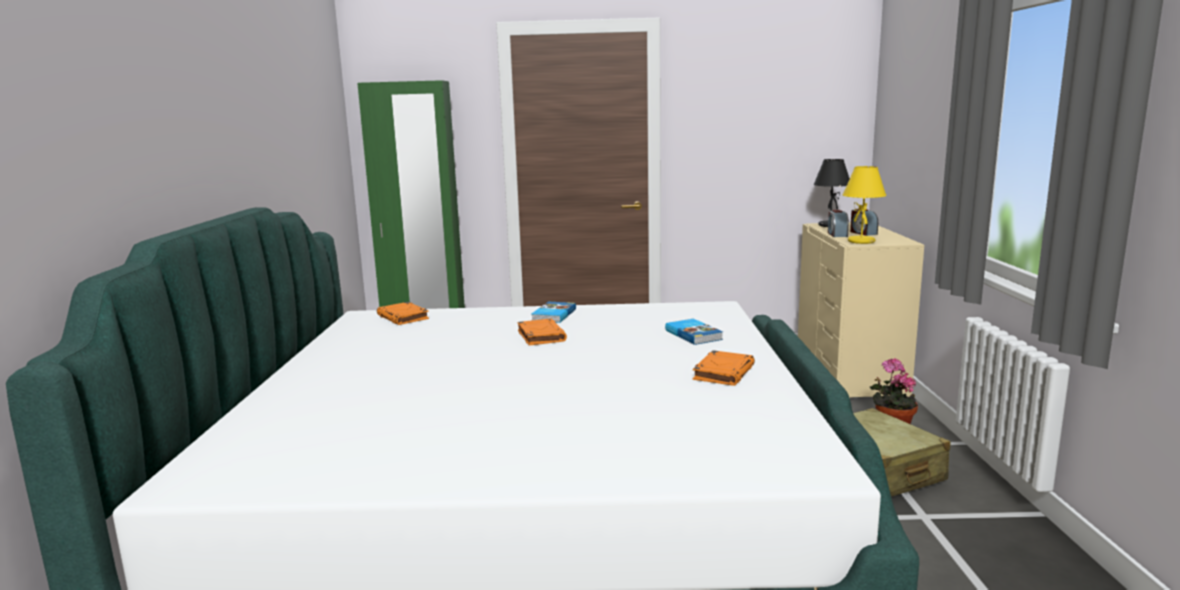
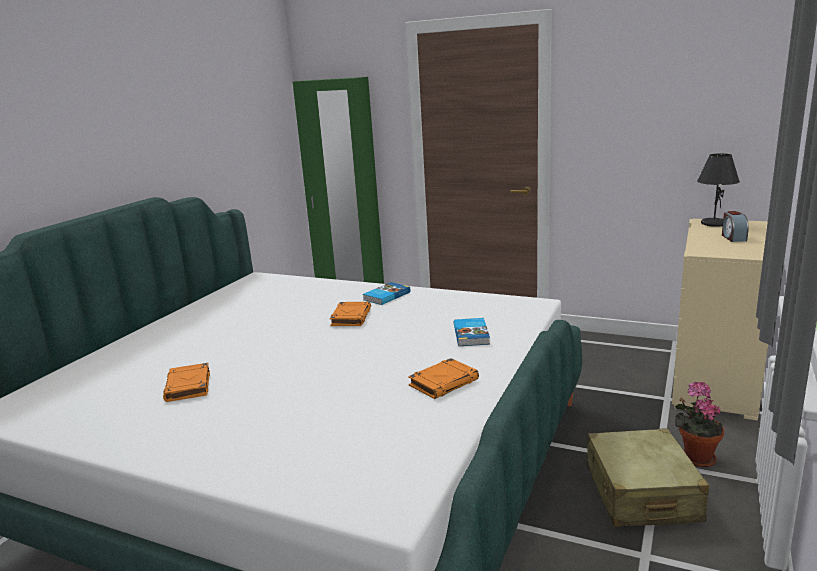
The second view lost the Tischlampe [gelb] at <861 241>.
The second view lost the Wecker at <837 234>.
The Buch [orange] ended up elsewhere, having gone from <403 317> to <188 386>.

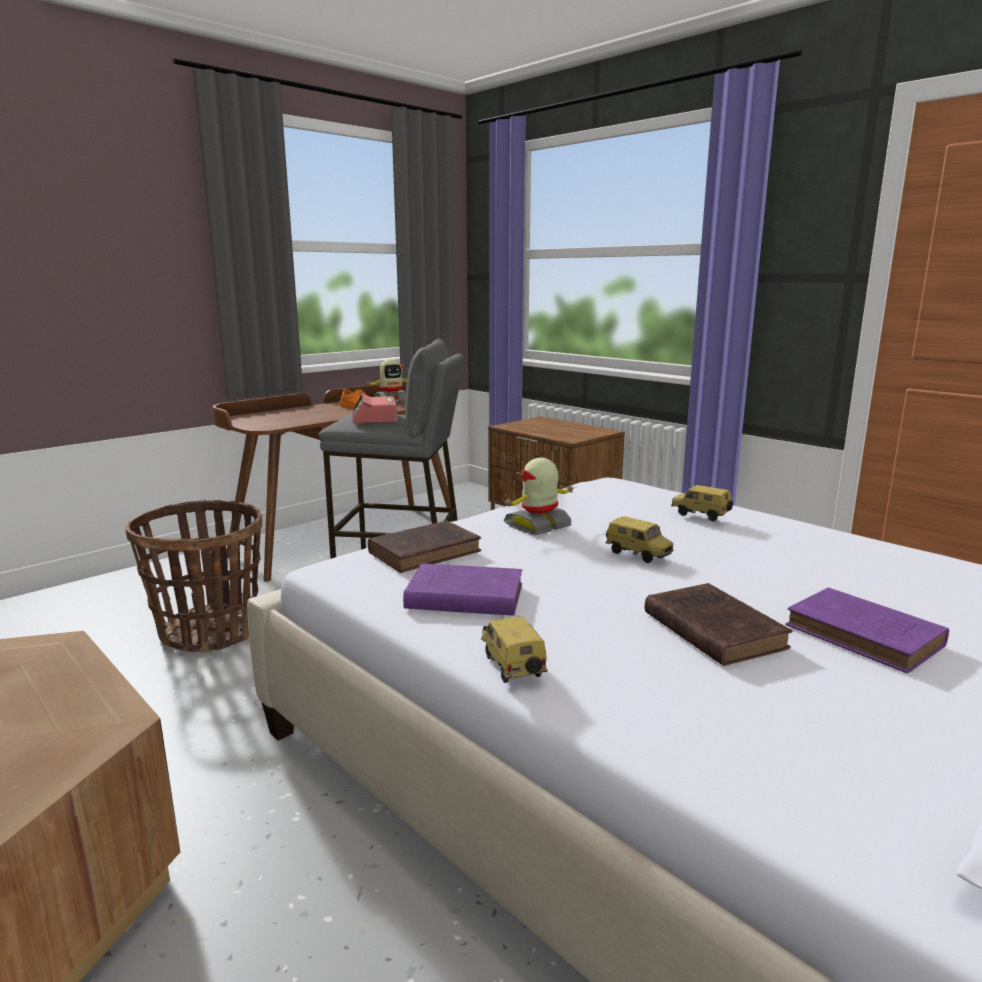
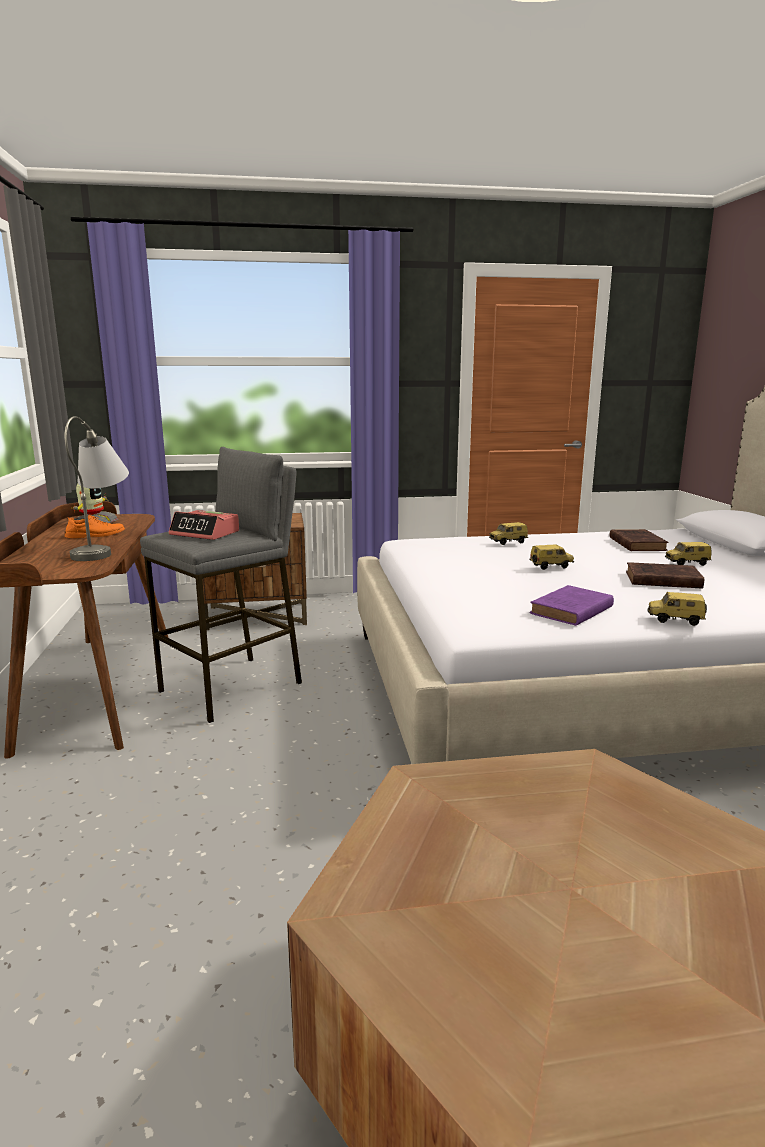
The second view lost the Spielzeugroboter at <538 526>.
The second view lost the Korb at <210 632>.
The Buch [braun] ended up elsewhere, having gone from <427 551> to <636 544>.
Where the Buch [lila] stood at <867 637>, the Spielzeugauto came to stand at <687 564>.
The second view gained the Tischlampe [grau] at <104 549>.

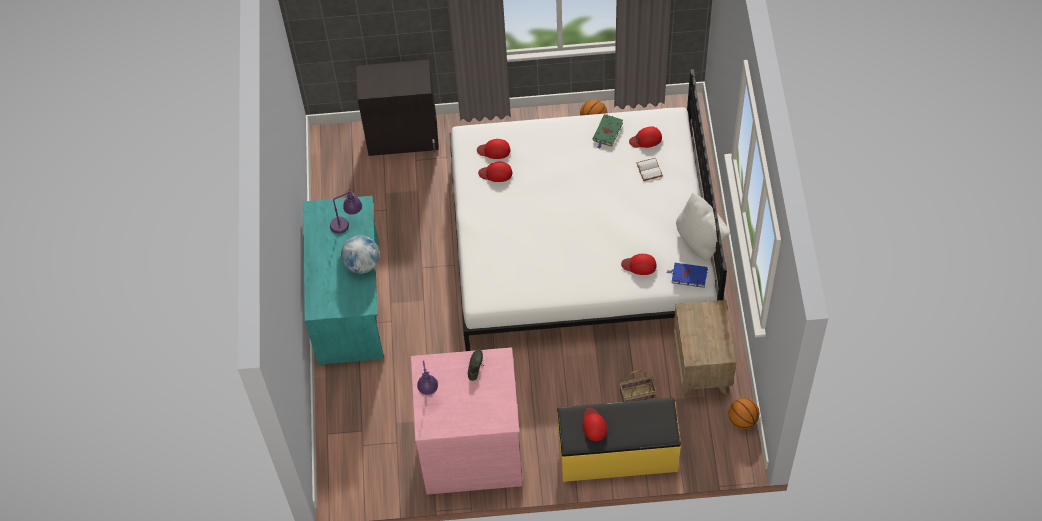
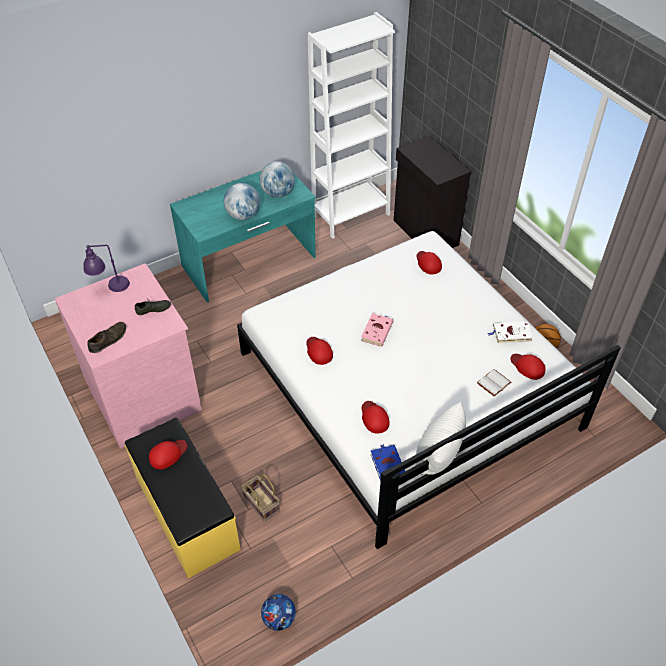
What was the Buch [grün] at <607 132> turned into the Buch [weiß] at <510 334>.
The Kappe [rot] ended up elsewhere, having gone from <496 173> to <318 351>.
Where the Tischlampe [lila] stood at <348 224>, the Globus came to stand at <278 193>.
The second view lost the Nachttisch [braun] at <701 368>.
Where the Basketball stood at <742 420>, the Fußball came to stand at <279 619>.
The second view gained the Bücherregal [weiß] at <351 215>.
The second view gained the Buch [rosa] at <377 331>.
The second view gained the Schuh [braun] at <108 340>.

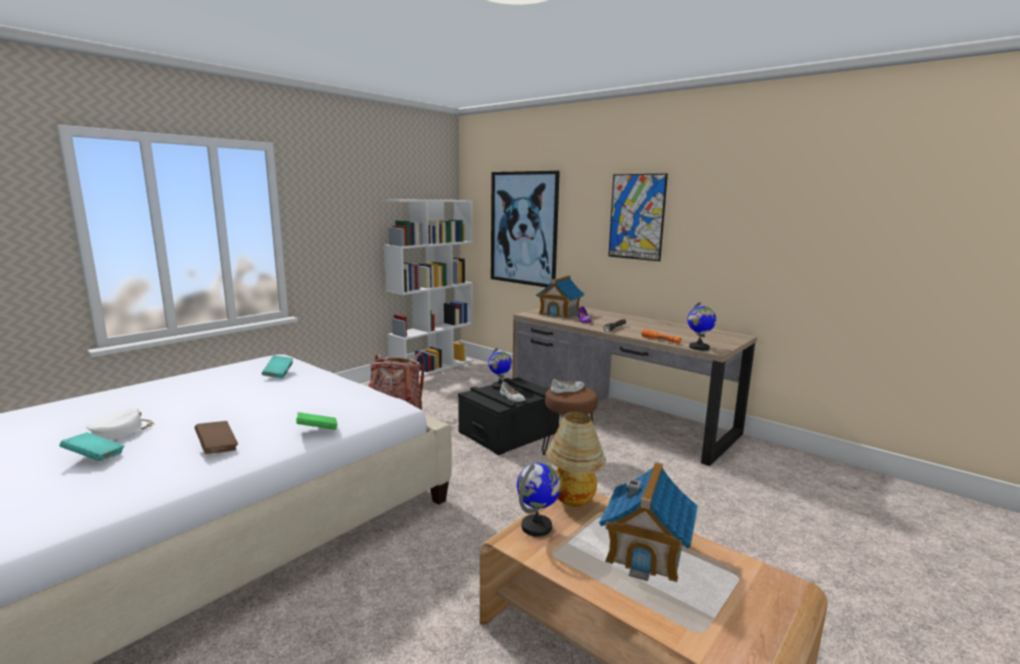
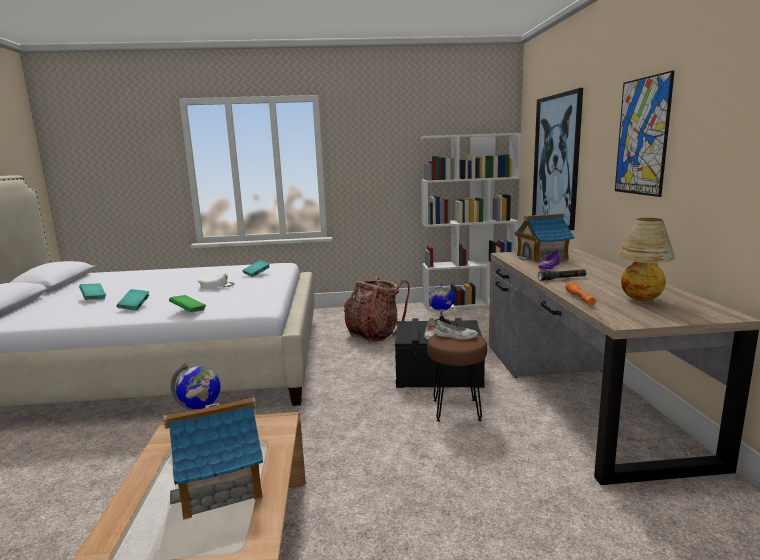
The second view lost the Globus at <698 347>.
The Kappe [weiß] ended up elsewhere, having gone from <122 430> to <217 286>.
The Tischlampe ended up elsewhere, having gone from <572 502> to <641 300>.
What was the Buch [braun] at <217 447> turned into the Buch [türkis] at <134 307>.

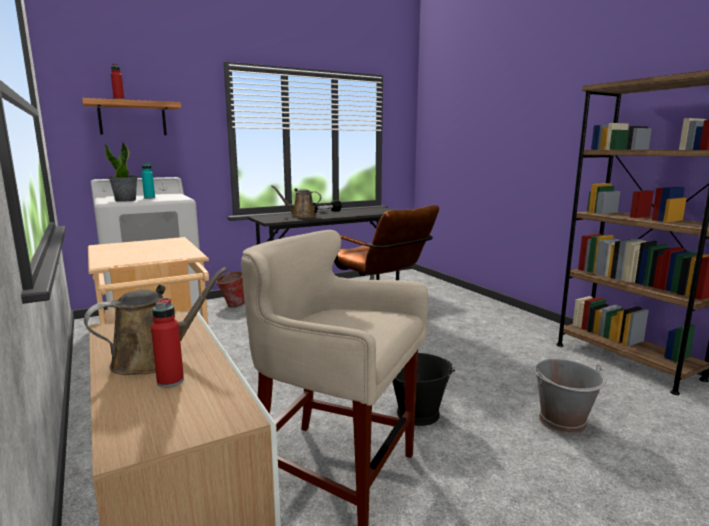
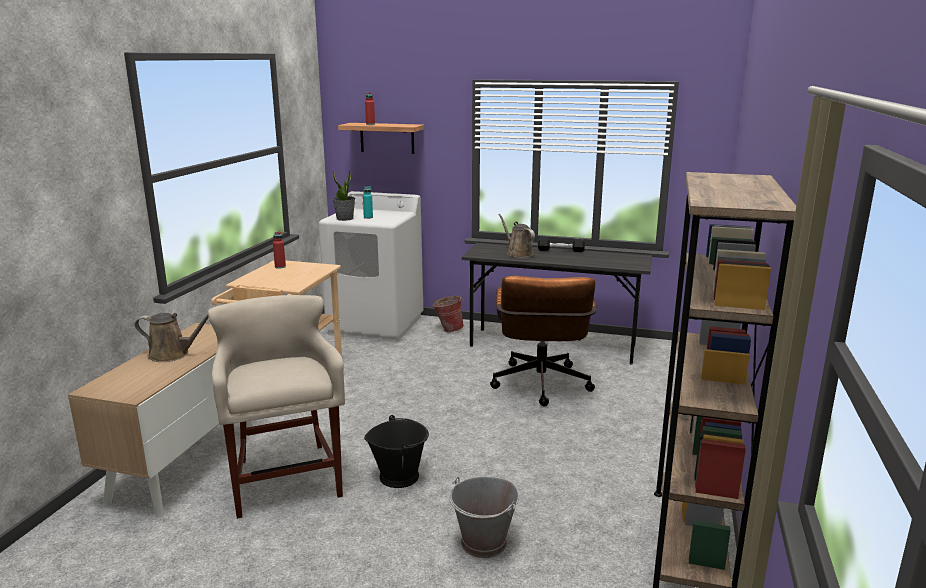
The Flasche [rot] ended up elsewhere, having gone from <170 381> to <280 267>.

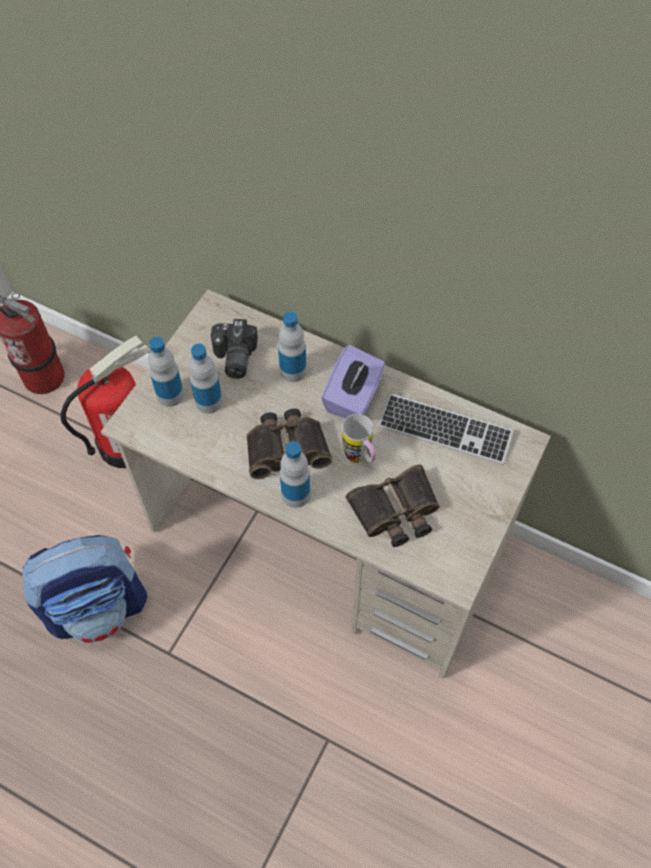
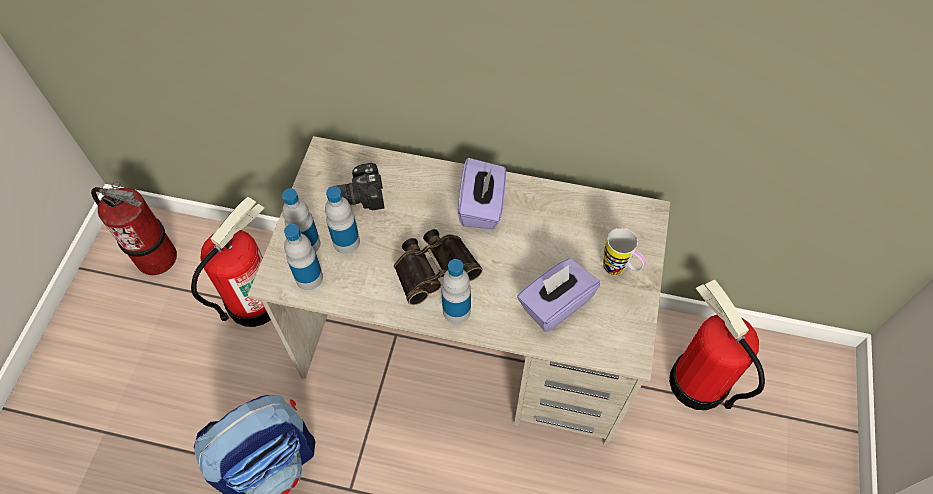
The Flasche ended up elsewhere, having gone from <293 371> to <309 277>.
The Kamera at <233 358> ended up facing another way, 90 degrees clockwise from before.
The second view lost the Tastatur at <444 430>.
The Henkelbecher ended up elsewhere, having gone from <360 459> to <619 270>.
Where the Fernglas stood at <396 512>, the Taschentuchbox [lila] came to stand at <555 304>.
The second view gained the Feuerlöscher at <697 382>.

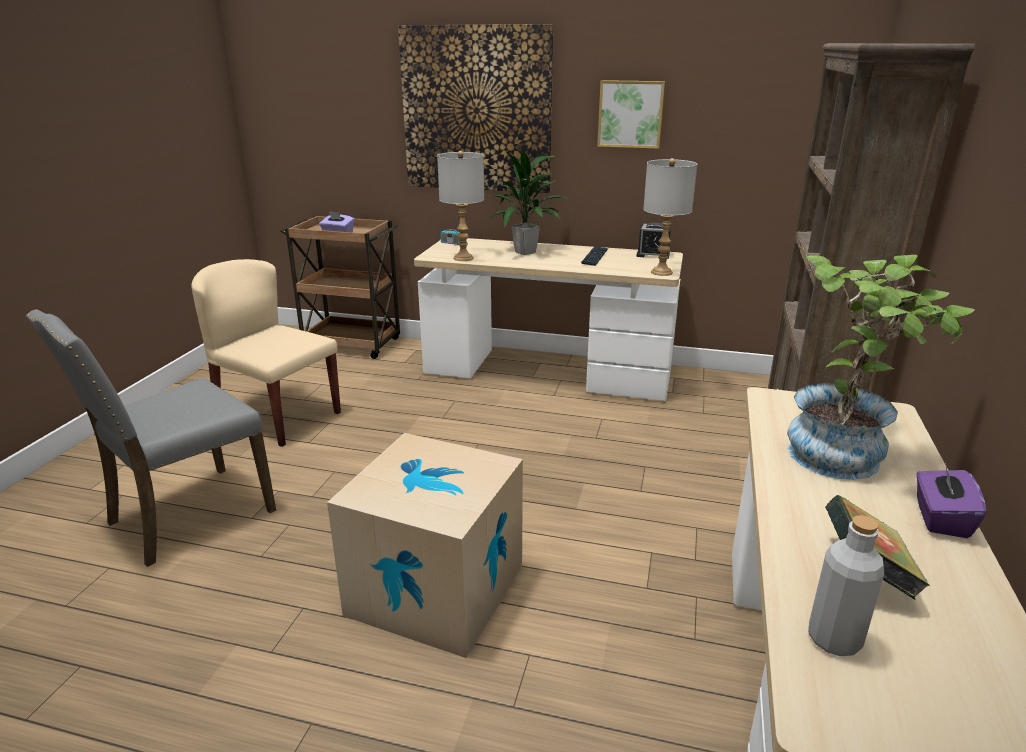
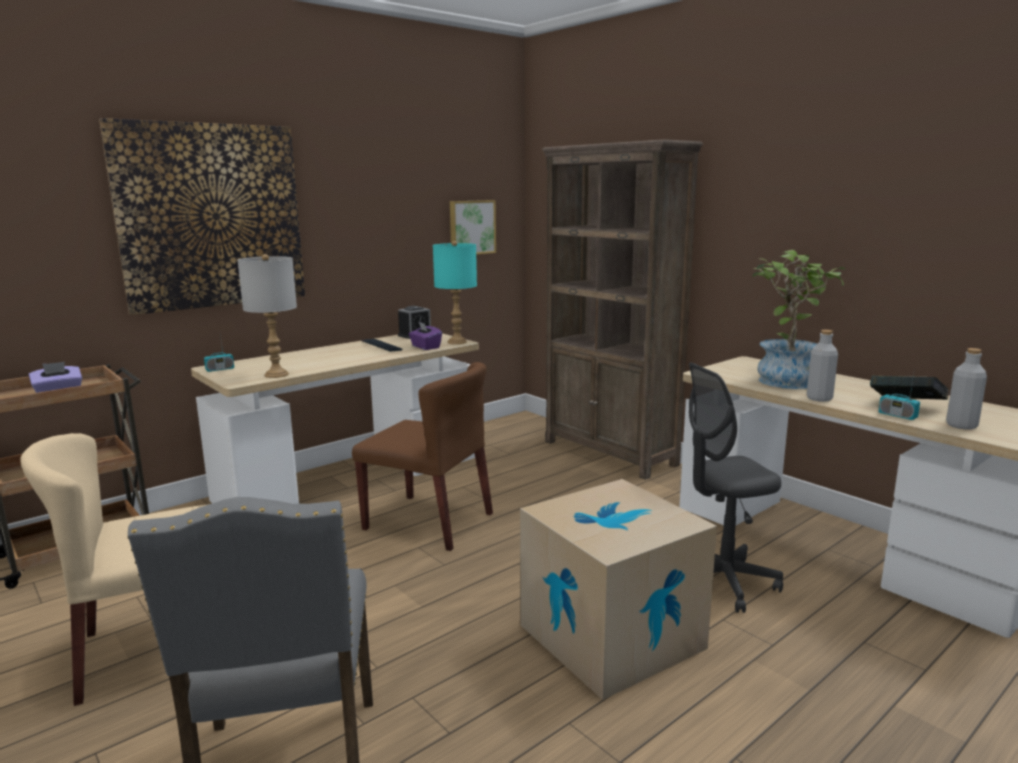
The Bild ended up elsewhere, having gone from <630 114> to <471 227>.
The second view lost the Topfpflanze at <526 252>.
What was the Tischlampe [grau] at <661 272> turned into the Tischlampe [türkis] at <456 342>.
The Taschentuchbox [lila] ended up elsewhere, having gone from <940 518> to <425 347>.
The second view gained the Flasche [grau] at <819 398>.
The second view gained the Stuhl [braun] at <429 521>.
The second view gained the Bürostuhl [grau] at <722 582>.
The second view gained the Radio at <897 416>.

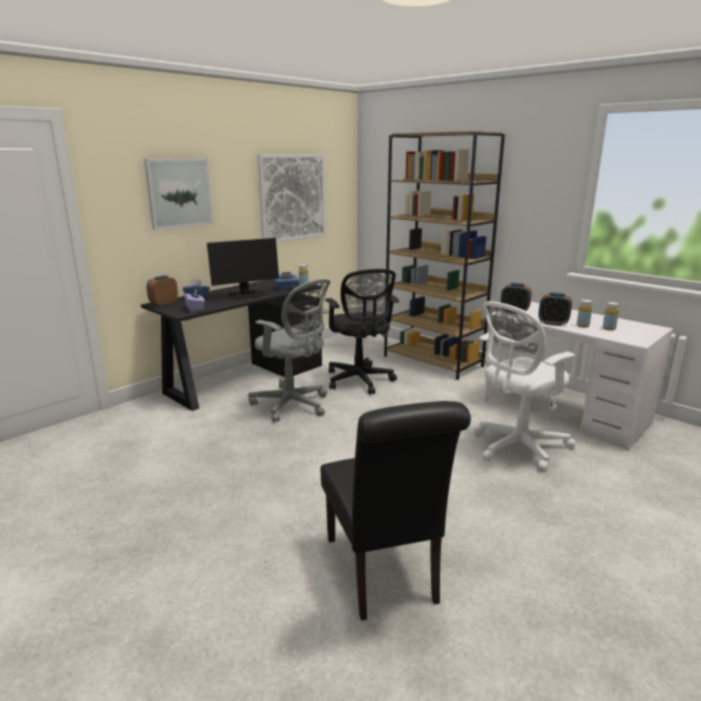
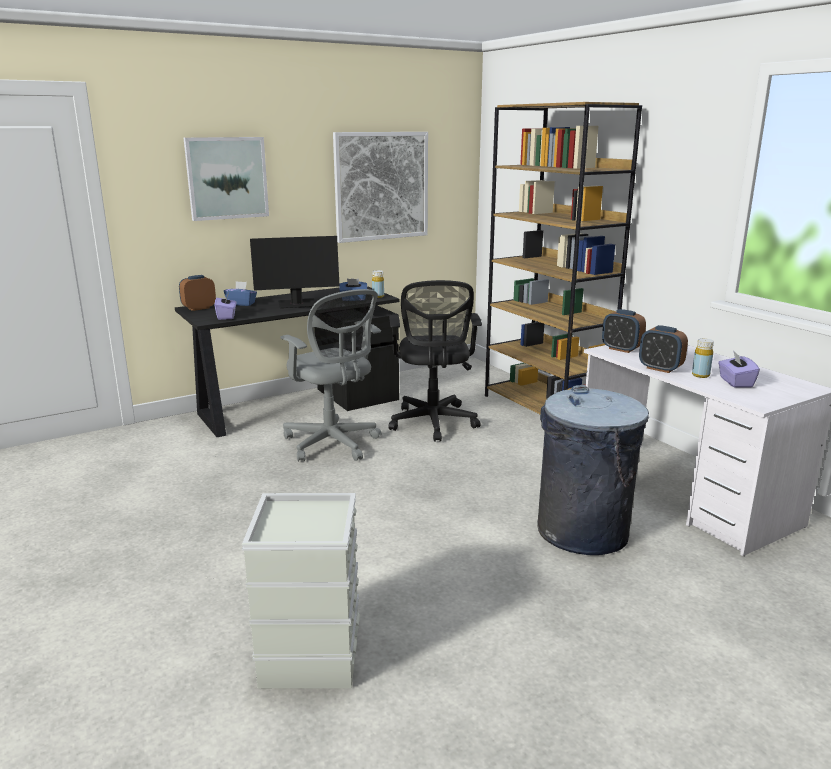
Where the Bürostuhl [weiß] stood at <516 447>, the Mülleimer [grau] came to stand at <582 532>.
Where the Flasche [gelb] stood at <608 328>, the Taschentuchbox [lila] came to stand at <735 382>.
Where the Stuhl [schwarz] stood at <384 574>, the Aufbewahrungsbox [grau] came to stand at <309 656>.

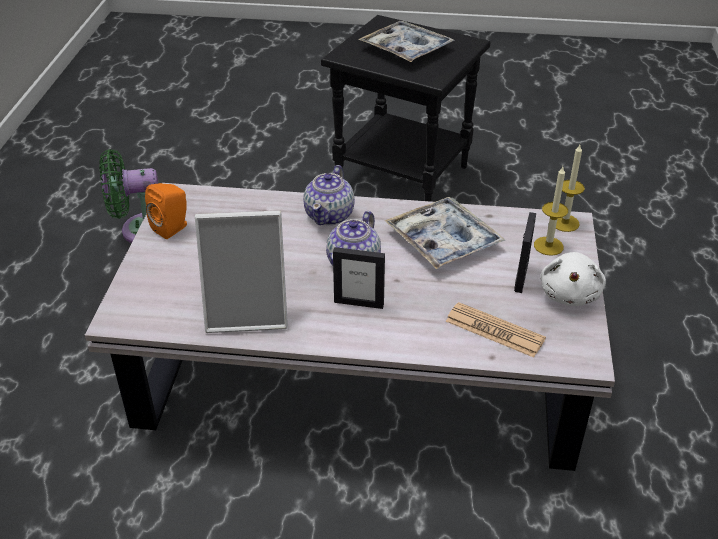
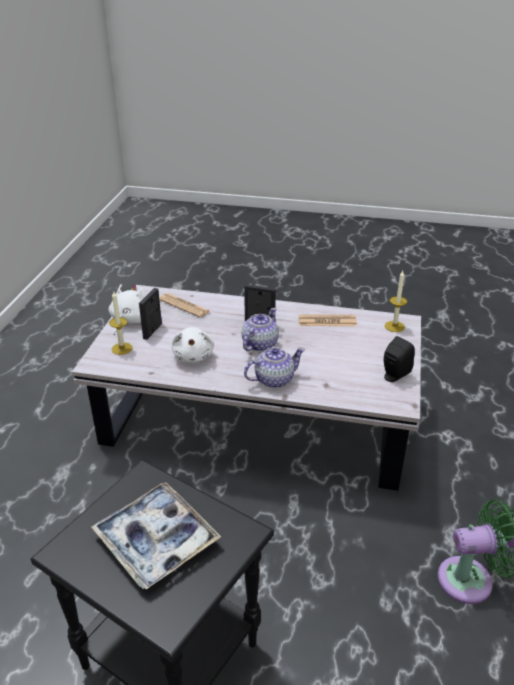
The Kerze ended up elsewhere, having gone from <565 223> to <394 326>.
The Teekanne at <330 215> ended up facing another way, 45 degrees clockwise from before.
What was the Lautsprecher [orange] at <173 228> turned into the Lautsprecher [schwarz] at <394 376>.
Where the Tablett stood at <443 241>, the Plüschtier [weiß] came to stand at <193 356>.
Where the Bilderrahmen stood at <248 311>, the Zeitung came to stand at <327 321>.

